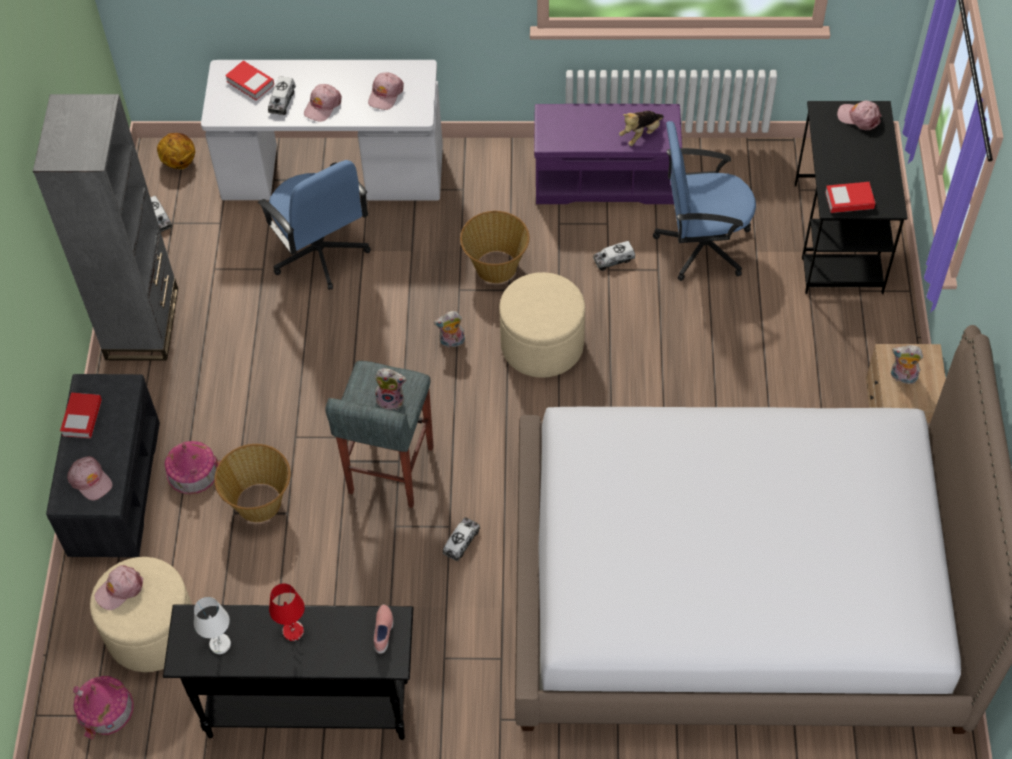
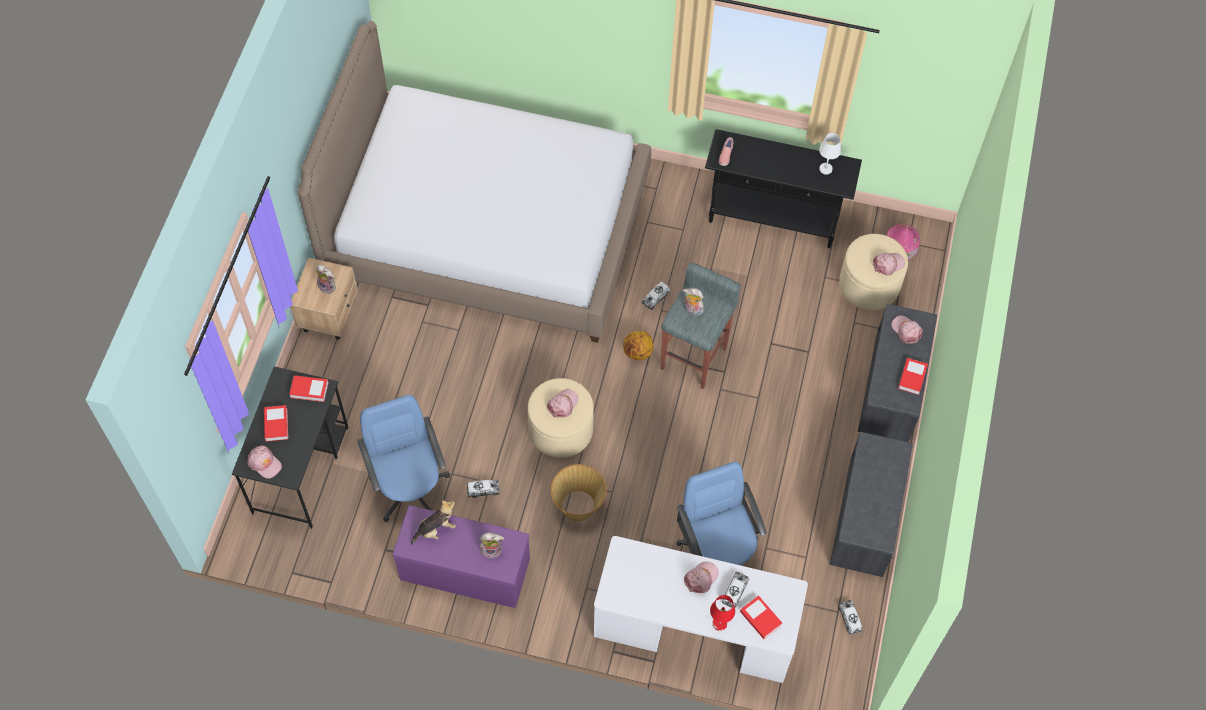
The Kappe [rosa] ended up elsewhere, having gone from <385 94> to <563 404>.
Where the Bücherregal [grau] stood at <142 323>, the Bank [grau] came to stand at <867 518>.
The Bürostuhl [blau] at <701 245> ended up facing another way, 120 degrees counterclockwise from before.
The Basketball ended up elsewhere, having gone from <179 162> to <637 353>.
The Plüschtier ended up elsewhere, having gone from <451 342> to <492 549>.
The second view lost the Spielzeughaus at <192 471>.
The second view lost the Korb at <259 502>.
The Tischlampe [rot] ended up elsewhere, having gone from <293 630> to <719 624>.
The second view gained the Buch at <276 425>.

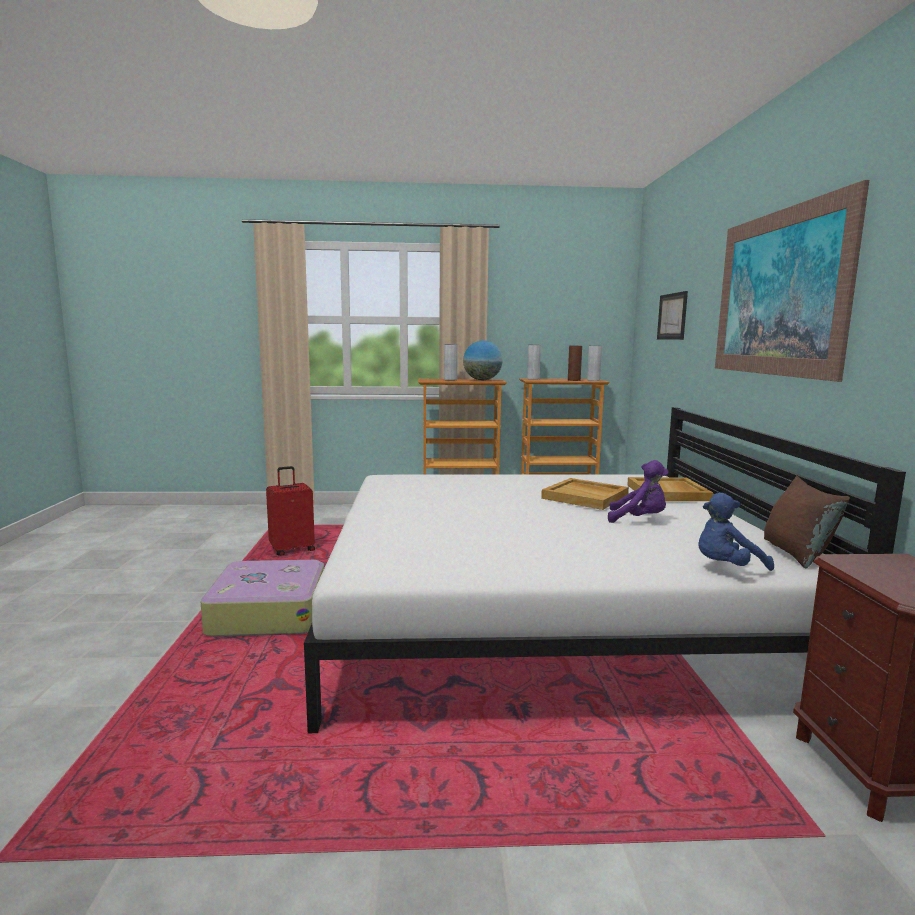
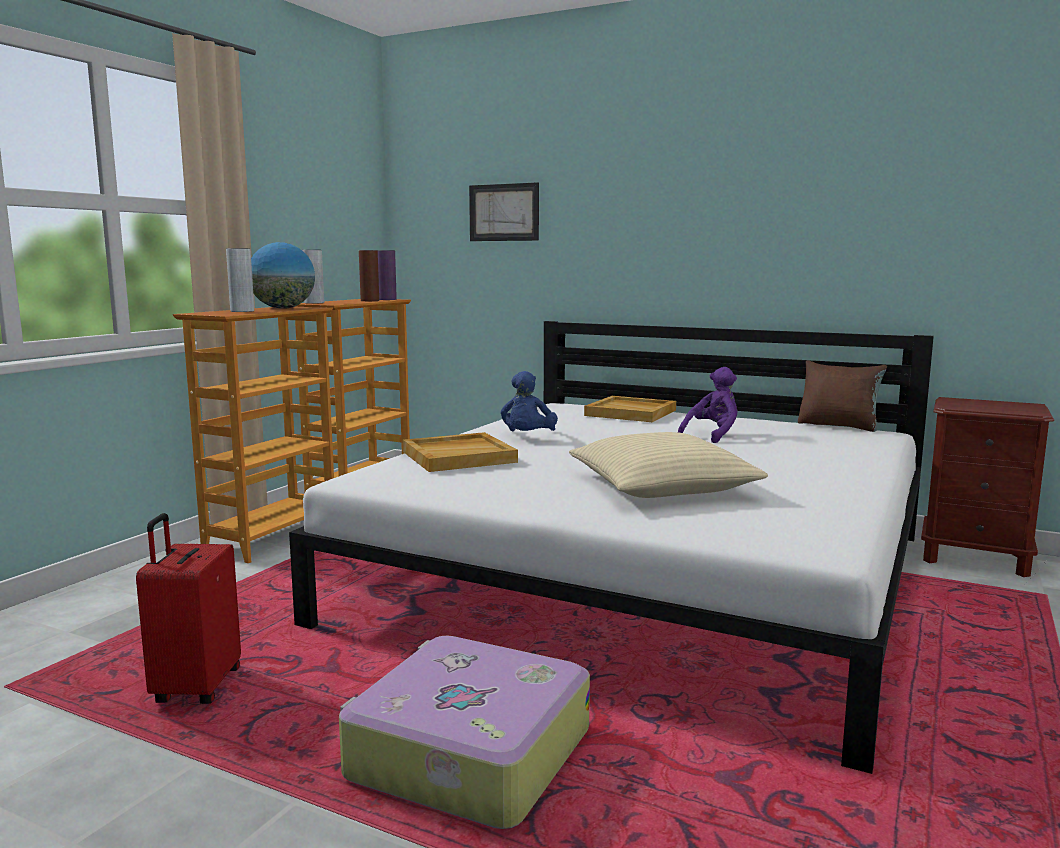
The second view lost the Bild at <778 293>.
What was the Vase [grau] at <593 380> turned into the Vase [lila] at <387 299>.
The Tablett [beige] ended up elsewhere, having gone from <586 497> to <459 456>.
The Plüschtier [blau] ended up elsewhere, having gone from <726 568> to <528 437>.
The second view gained the Kissen [beige] at <662 486>.

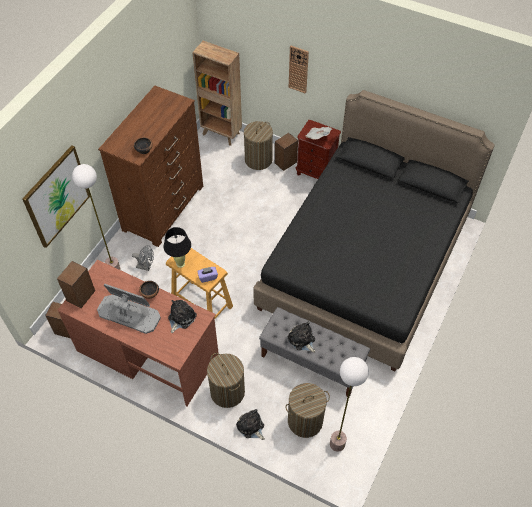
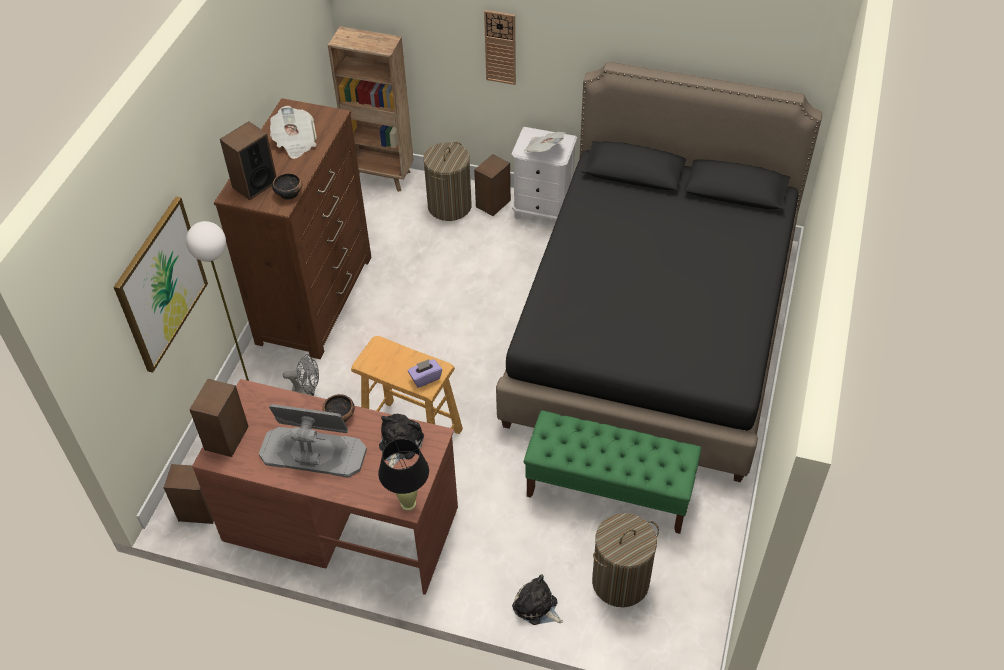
What was the Nachttisch [braun] at <315 172> turned into the Nachttisch [weiß] at <543 210>.
The Tischlampe [schwarz] ended up elsewhere, having gone from <180 264> to <408 504>.
What was the Bank [grau] at <312 362> turned into the Bank [grün] at <609 491>.
The second view lost the Plüschtier at <302 340>.
The second view lost the Wäschekorb at <227 392>.
The second view lost the Stehlampe at <337 444>.
The second view gained the Zeitung at <295 142>.
The second view gained the Lautsprecher at <254 184>.

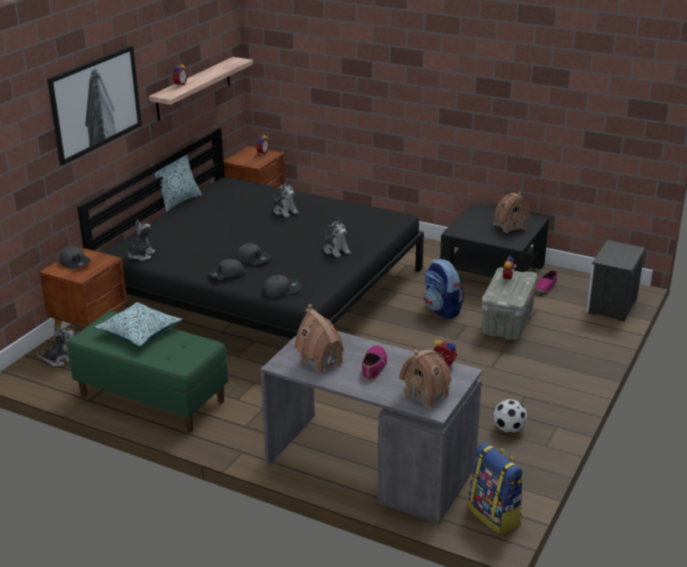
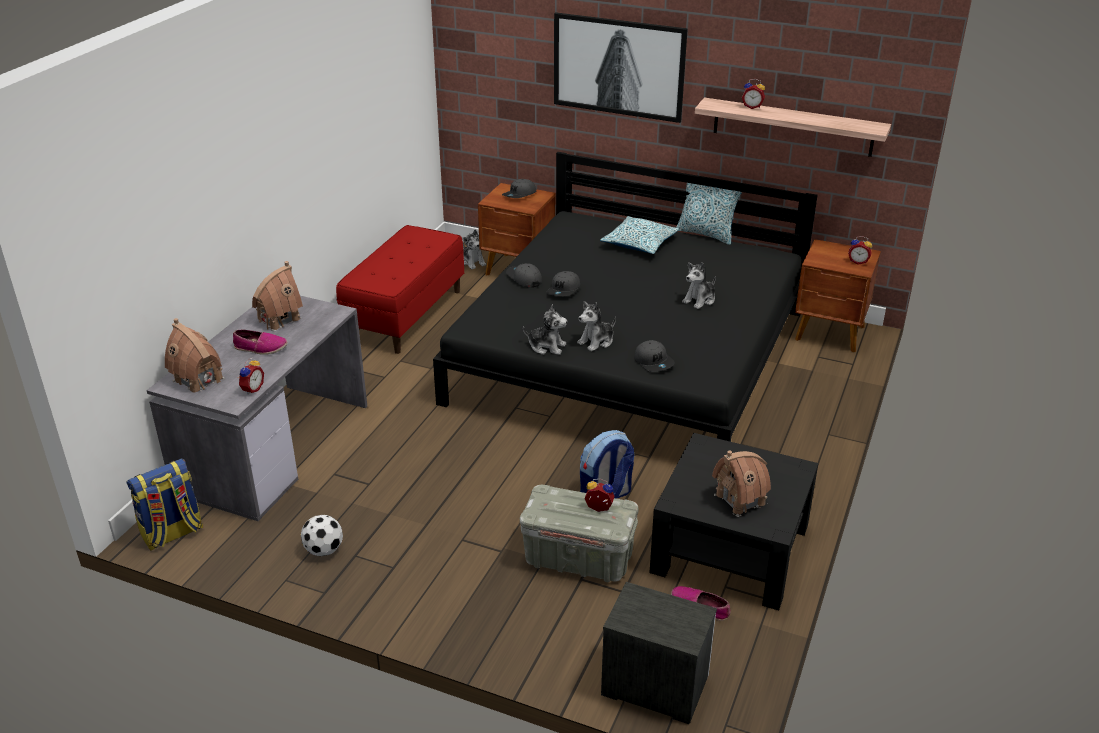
The Plüschtier ended up elsewhere, having gone from <140 255> to <547 346>.
The Kappe [grau] ended up elsewhere, having gone from <281 290> to <654 362>.
The Kissen ended up elsewhere, having gone from <139 332> to <639 243>.
What was the Bank [grün] at <151 398> turned into the Bank [rot] at <405 315>.

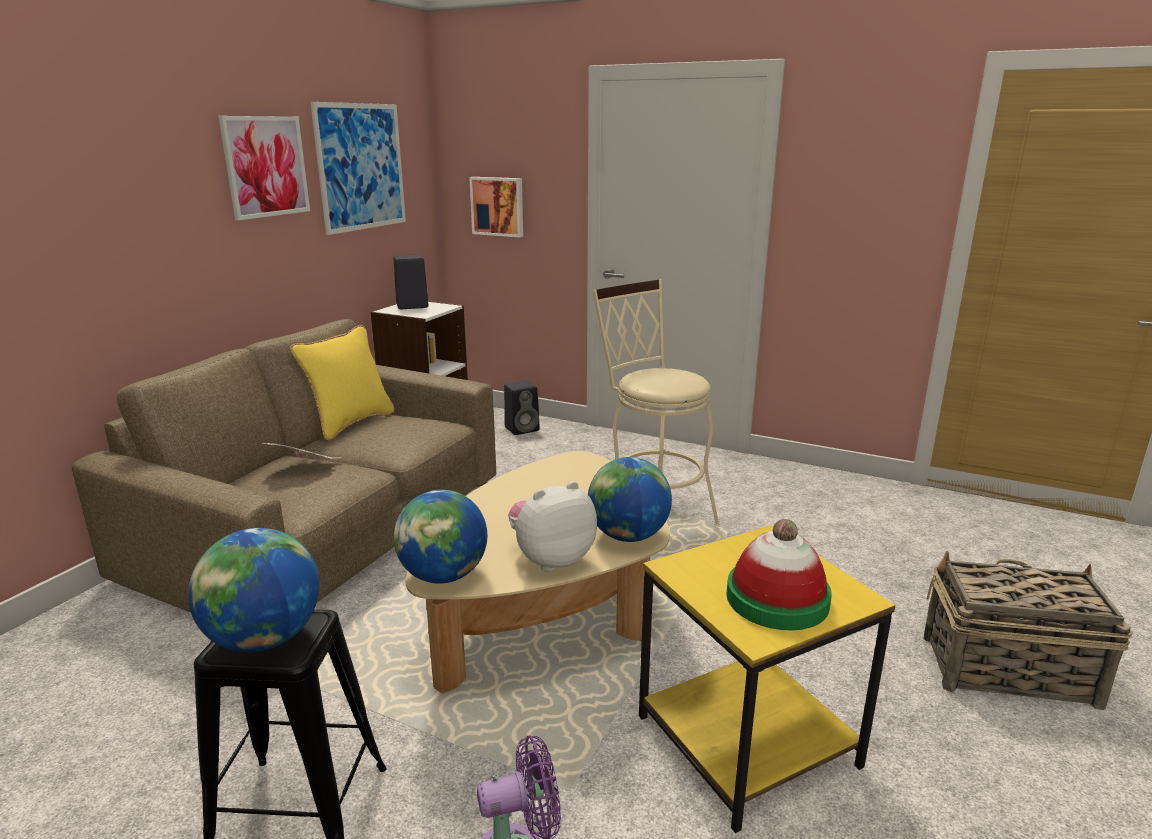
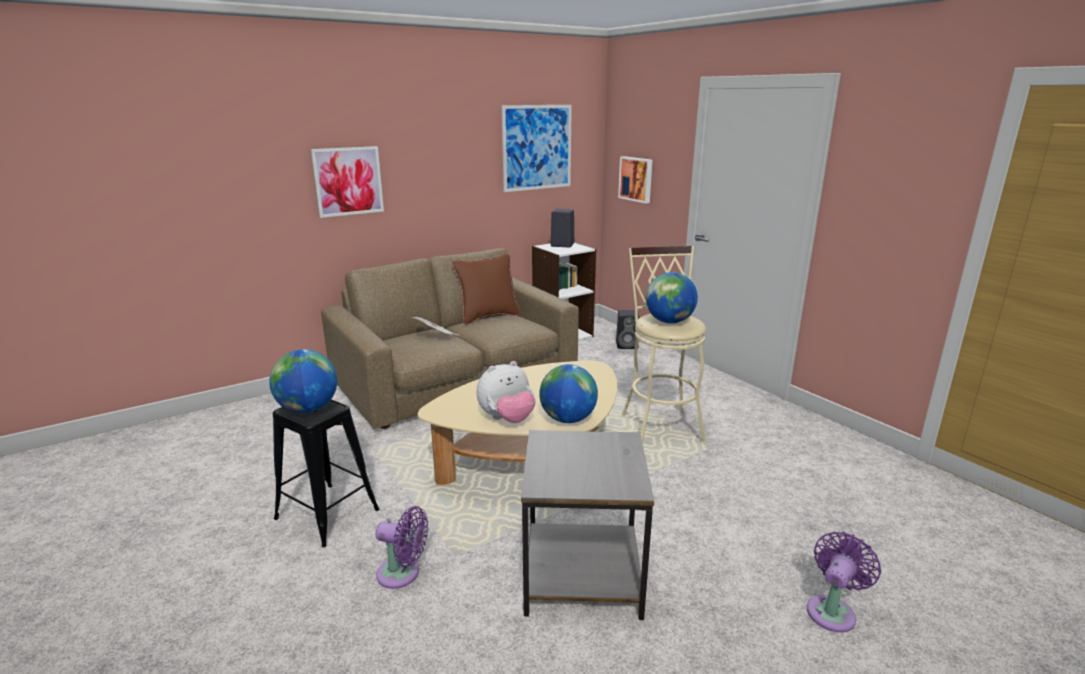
The Bild ended up elsewhere, having gone from <265 166> to <348 181>.
What was the Kissen [gelb] at <350 423> turned into the Kissen [braun] at <488 316>.
The Plüschtier at <551 559> ended up facing another way, 150 degrees clockwise from before.
The Globus ended up elsewhere, having gone from <443 576> to <669 322>.
The second view lost the Hut at <777 599>.
What was the Beistelltisch [gelb] at <750 741> turned into the Beistelltisch [grau] at <584 575>.
Where the Korb stood at <1006 670>, the Ventilator [lila] came to stand at <832 610>.

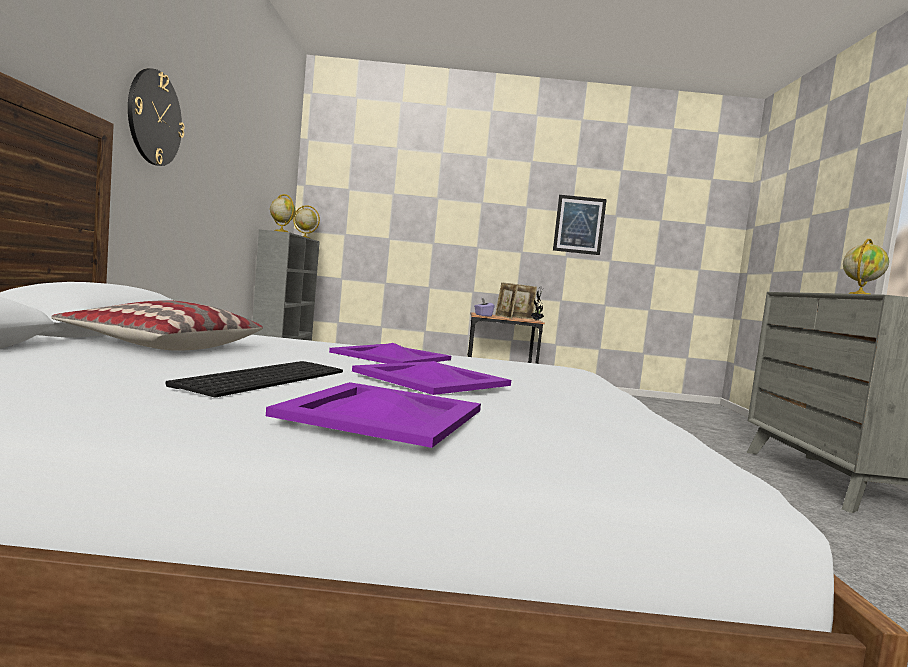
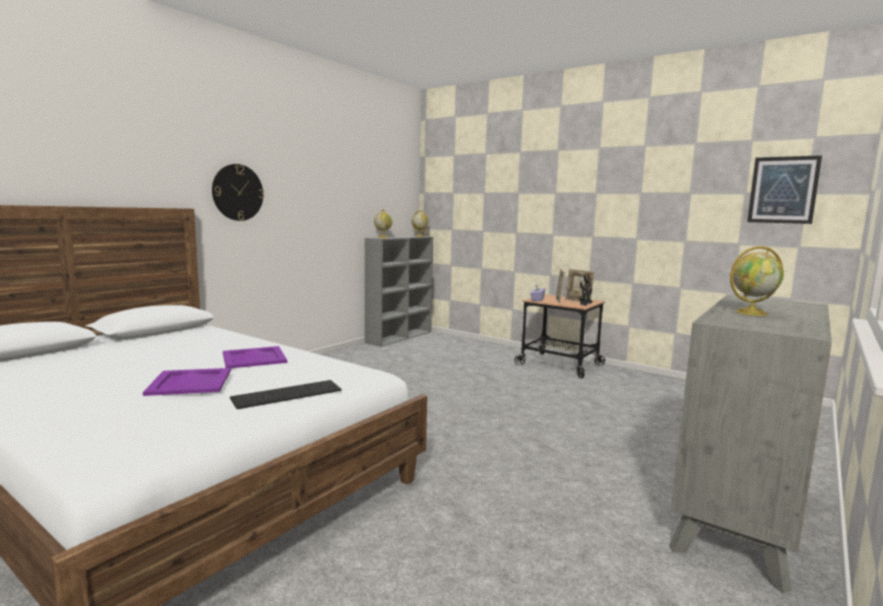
The Bild ended up elsewhere, having gone from <579 225> to <783 190>.
The second view lost the Kissen at <163 345>.
The Tastatur ended up elsewhere, having gone from <264 377> to <287 393>.
The second view lost the Tablett [lila] at <385 413>.

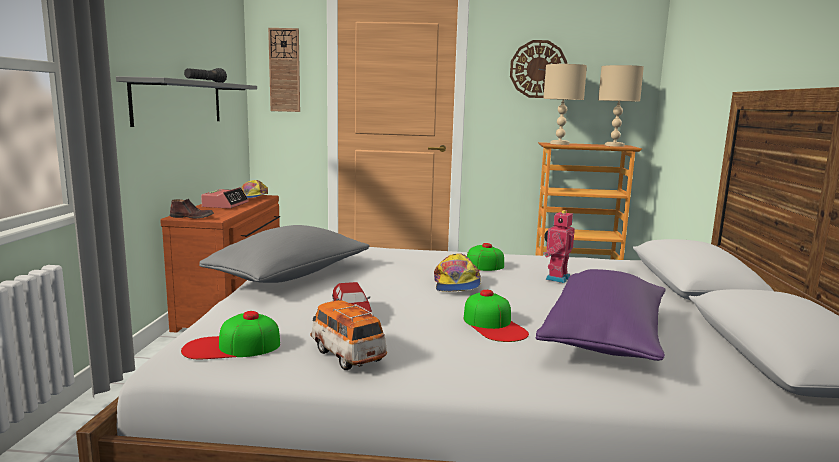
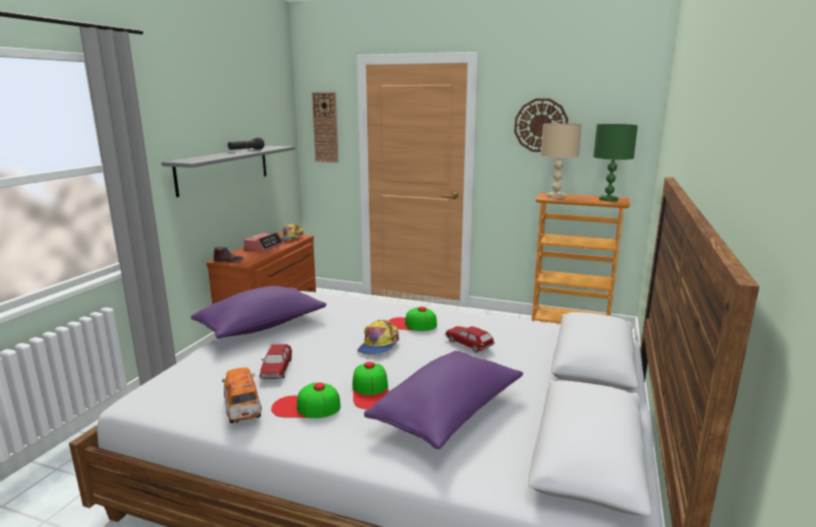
What was the Tischlampe [beige] at <614 145> turned into the Tischlampe [grün] at <608 199>.
Where the Spielzeugroboter stood at <556 278>, the Spielzeugauto came to stand at <468 344>.
What was the Kissen [grau] at <290 276> turned into the Kissen [lila] at <262 327>.
The Kappe ended up elsewhere, having gone from <231 346> to <306 407>.

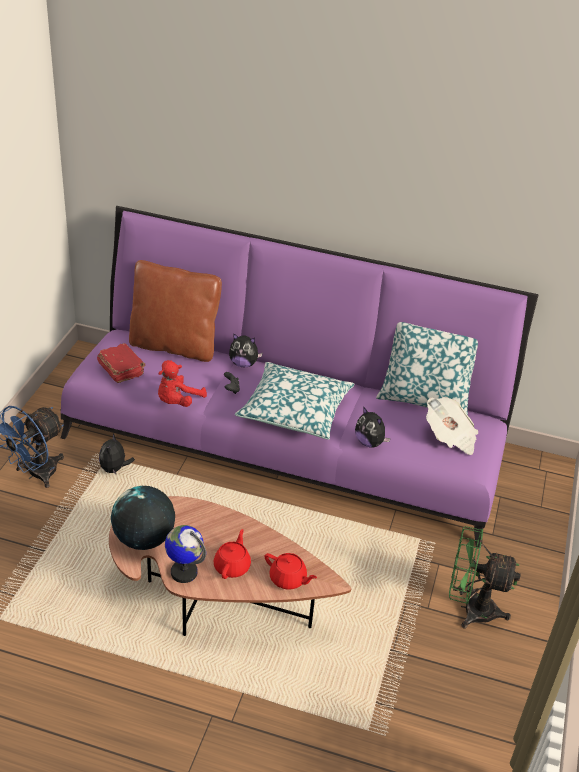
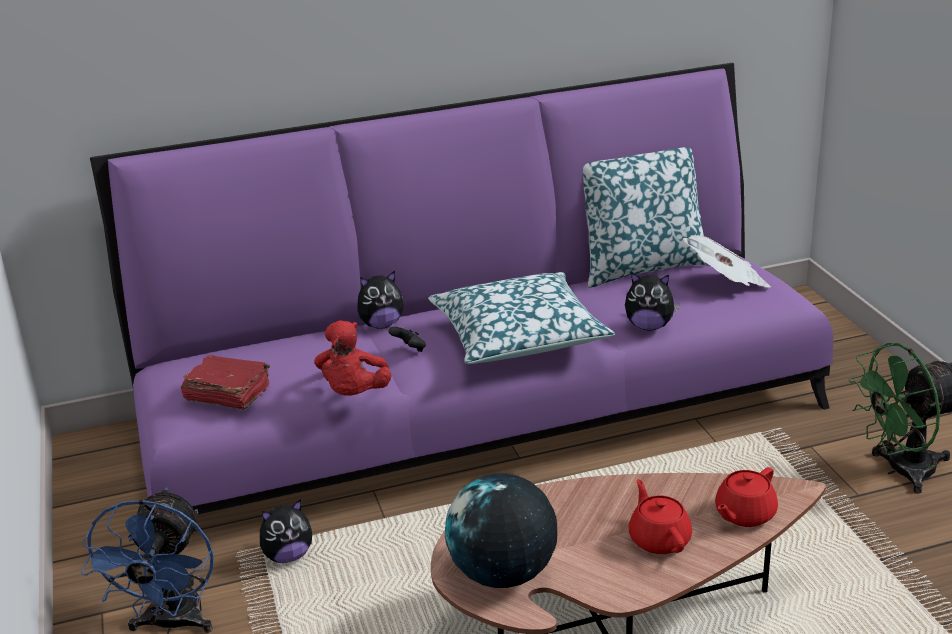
The second view lost the Kissen [braun] at <174 346>.
The Plüschtier at <114 469> ended up facing another way, 90 degrees counterclockwise from before.
The second view lost the Globus at <184 572>.
The Teekanne [rot] at <288 579> ended up facing another way, 135 degrees clockwise from before.

